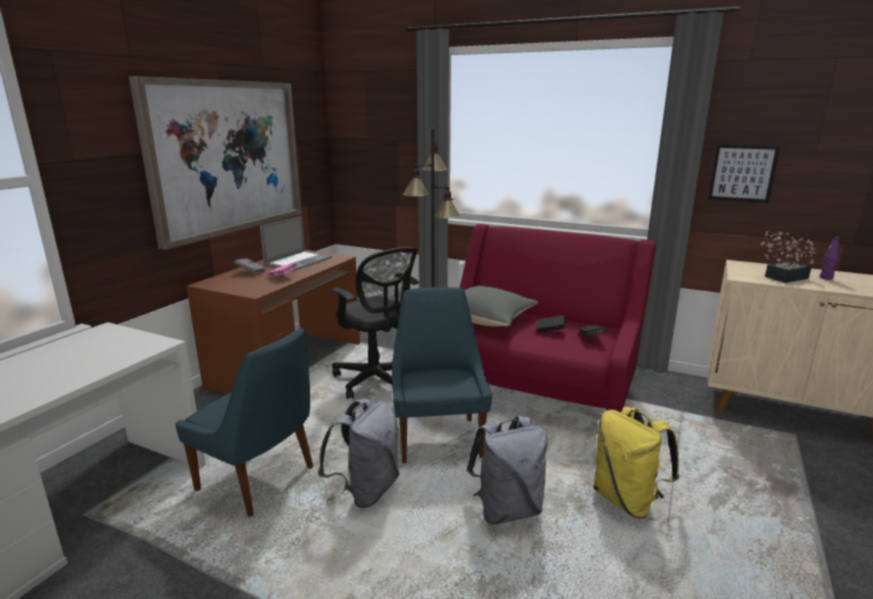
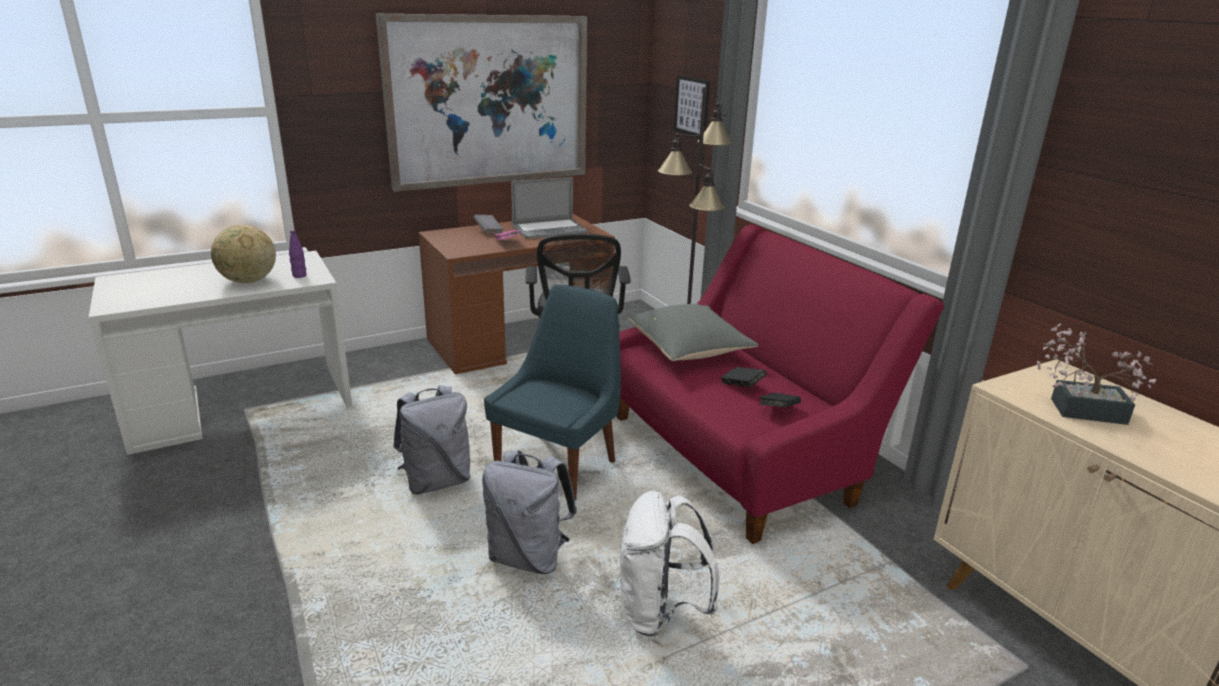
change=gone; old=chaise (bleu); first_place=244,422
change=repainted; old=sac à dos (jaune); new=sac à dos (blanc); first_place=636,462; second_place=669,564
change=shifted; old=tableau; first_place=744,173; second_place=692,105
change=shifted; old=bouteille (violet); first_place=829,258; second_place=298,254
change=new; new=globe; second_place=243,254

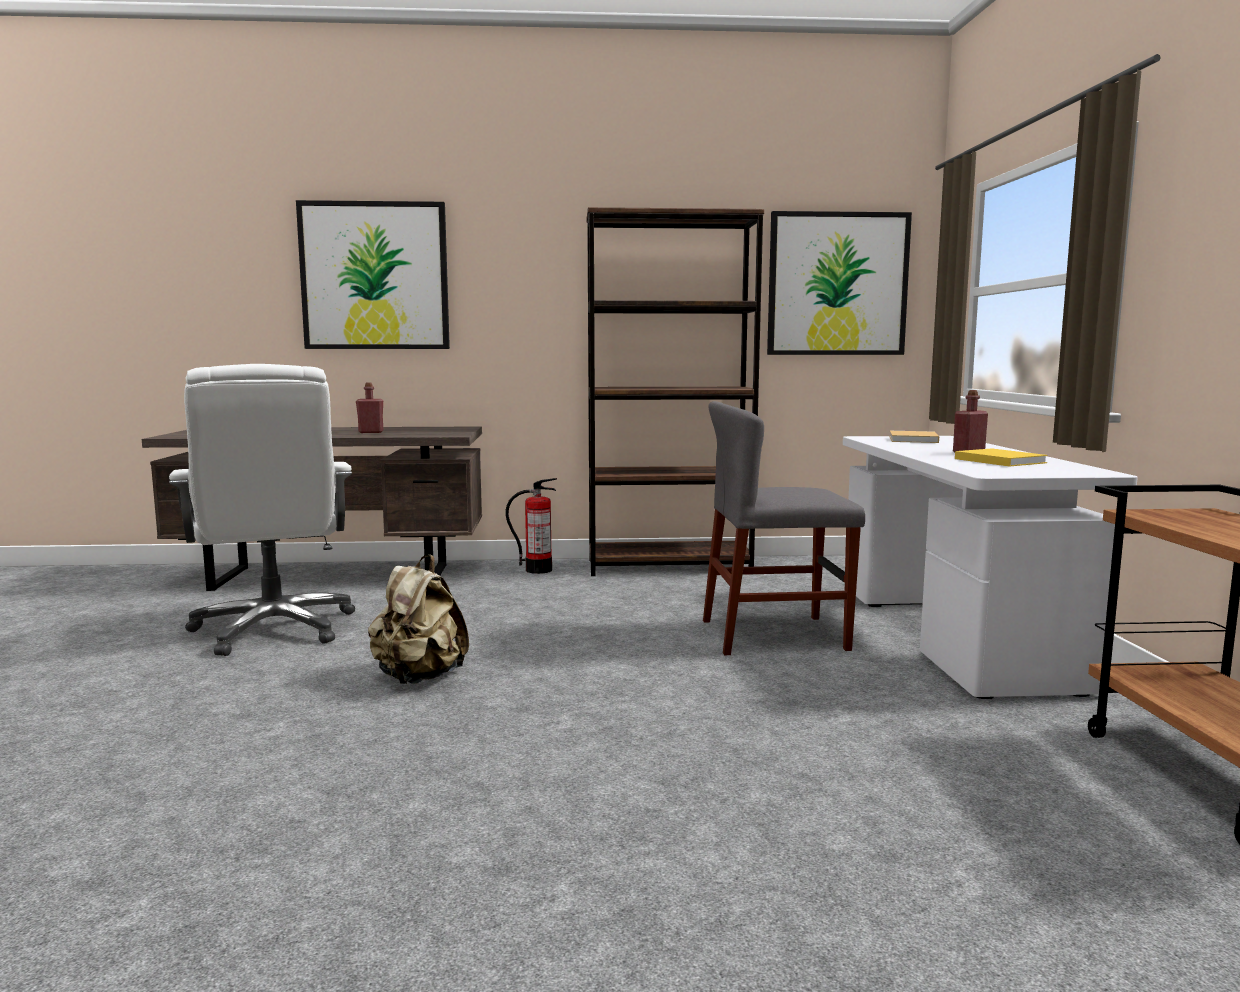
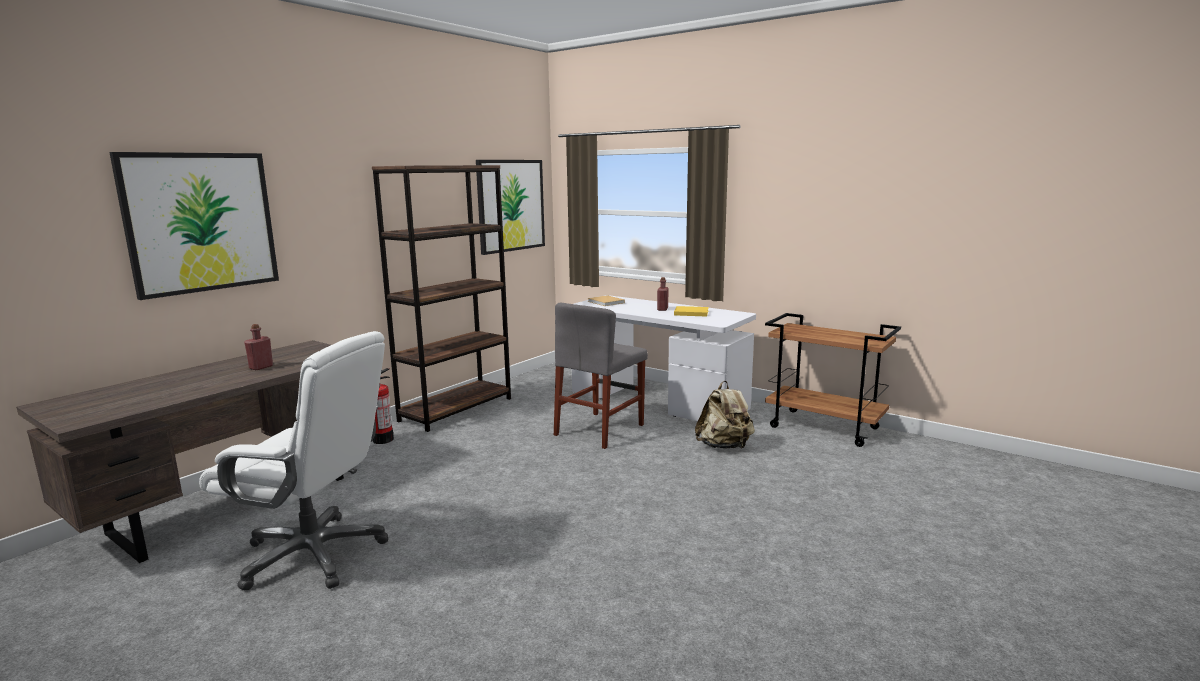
change=shifted; old=sac à dos (beige); first_place=418,619; second_place=725,415

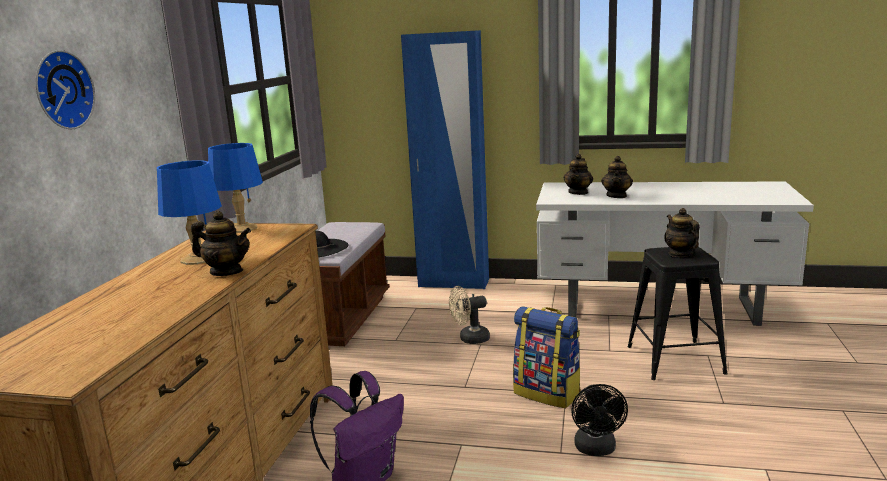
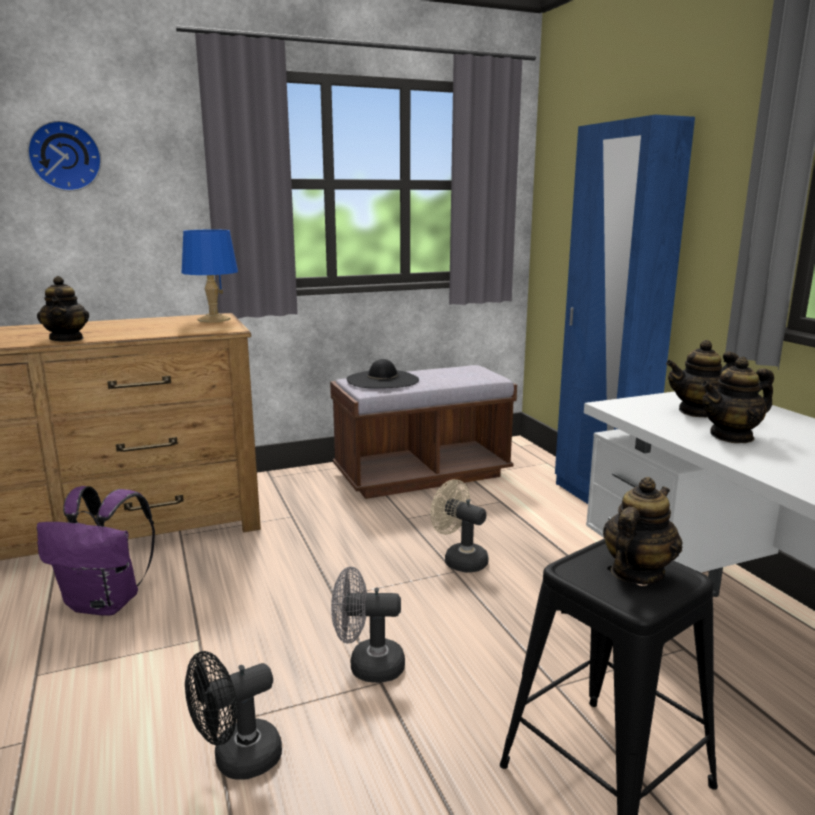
change=gone; old=lampe de table (bleu); first_place=189,212
change=swapped; old=sac à dos; new=ventilateur (gris); first_place=547,357; second_place=368,625

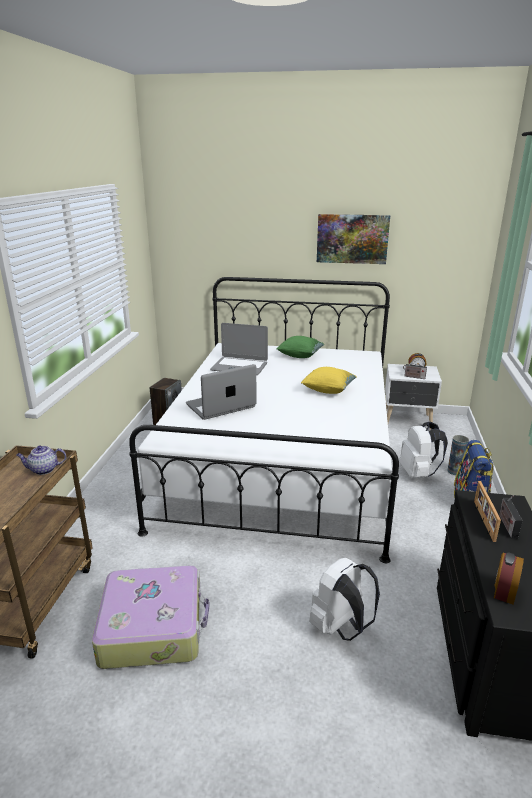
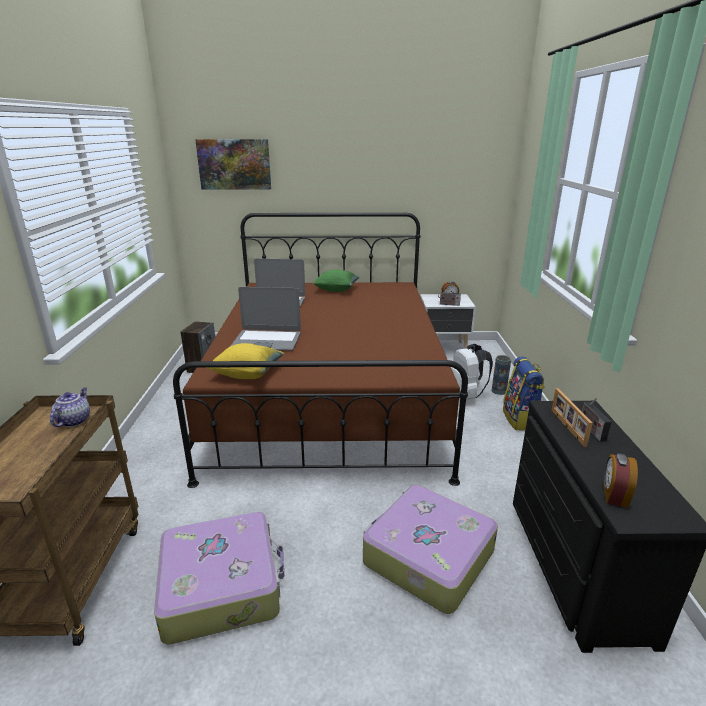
change=rotated; old=théière; first_place=41,460; second_place=70,407; degrees=120
change=repainted; old=lit (blanc); new=lit (marron); first_place=264,420; second_place=320,350
change=rotated; old=ordinateur portable; first_place=221,392; second_place=266,319; degrees=-135
change=shifted; old=coussin (jaune); first_place=329,380; second_place=246,361
change=swapped; old=sac à dos (blanc); new=valise; first_place=344,599; second_place=430,549
change=shifted; old=tableau; first_place=353,239; second_place=233,164

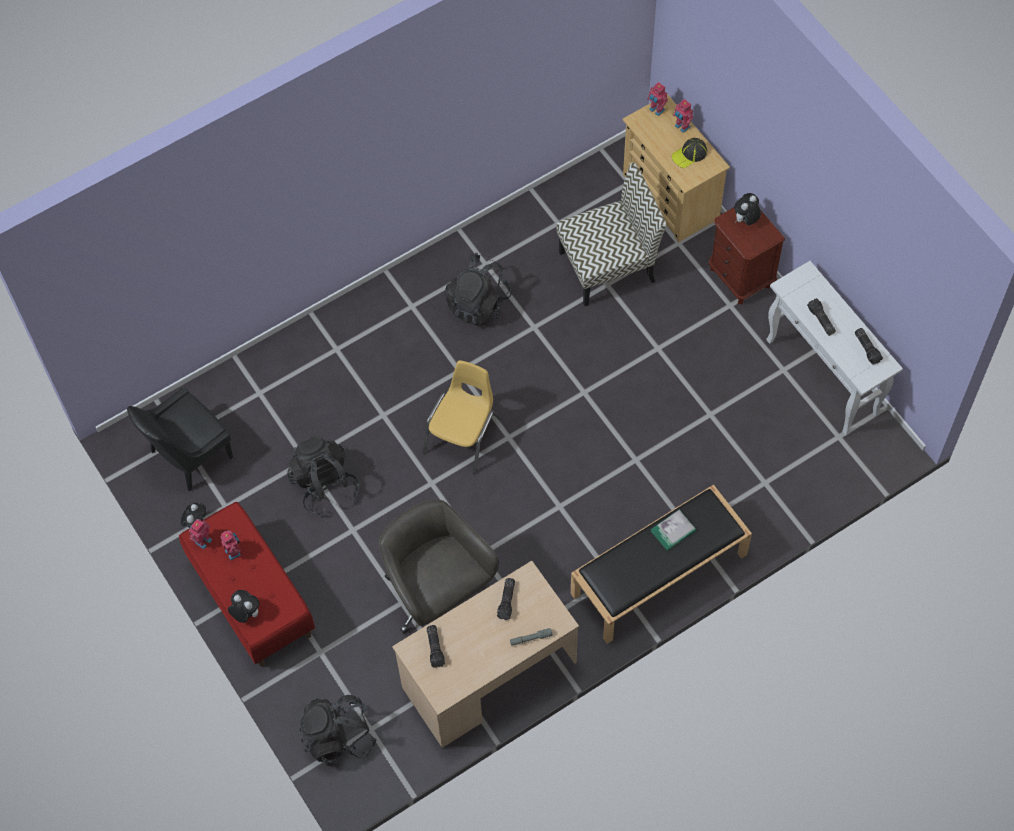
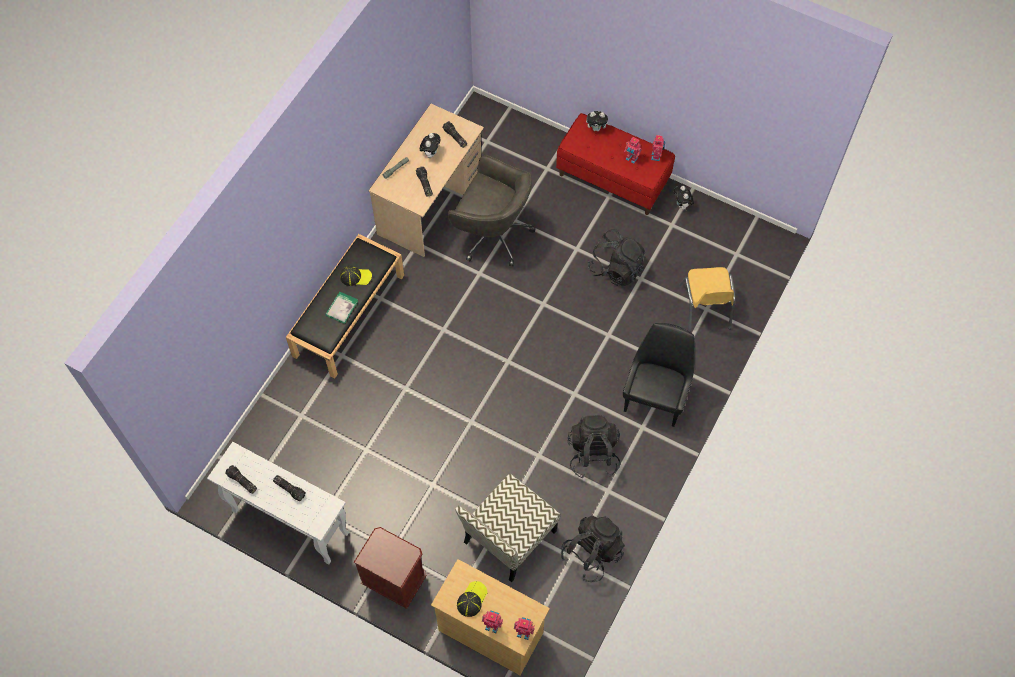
change=shifted; old=chaise (noir); first_place=180,439; second_place=659,375
change=shifted; old=sac à dos (noir); first_place=337,730; second_place=593,549
change=shifted; old=chaise (jaune); first_place=462,417; second_place=707,299
change=shifted; old=peluche; first_place=747,209; second_place=430,145
change=new; new=casquette; second_place=356,276

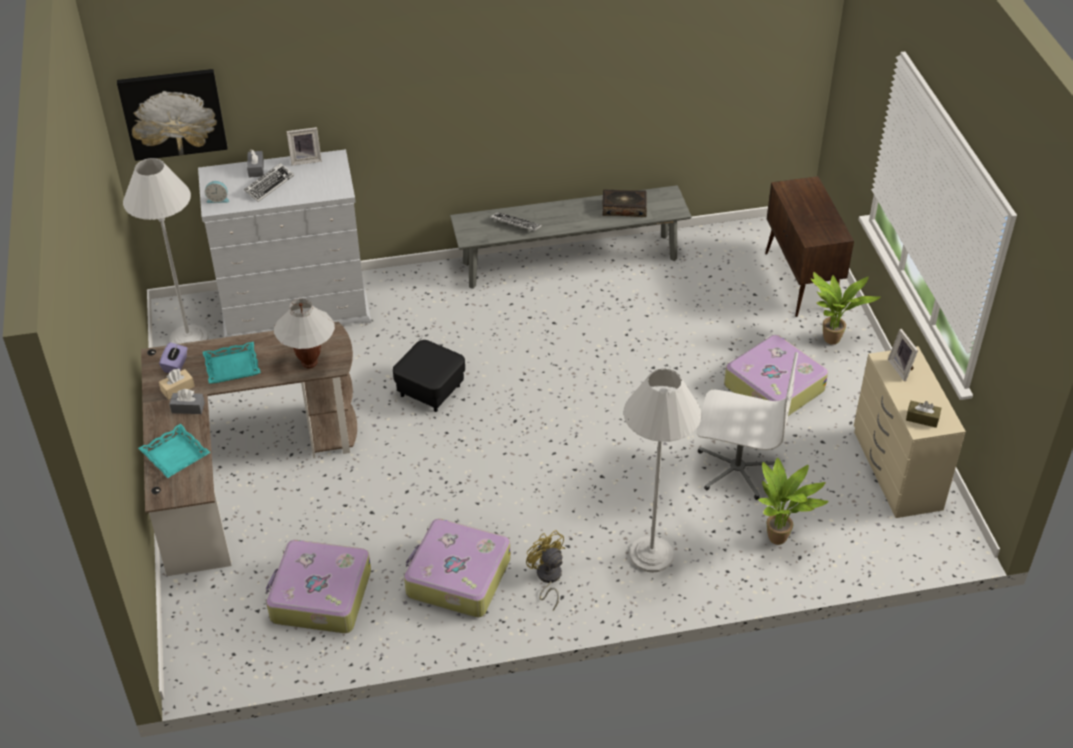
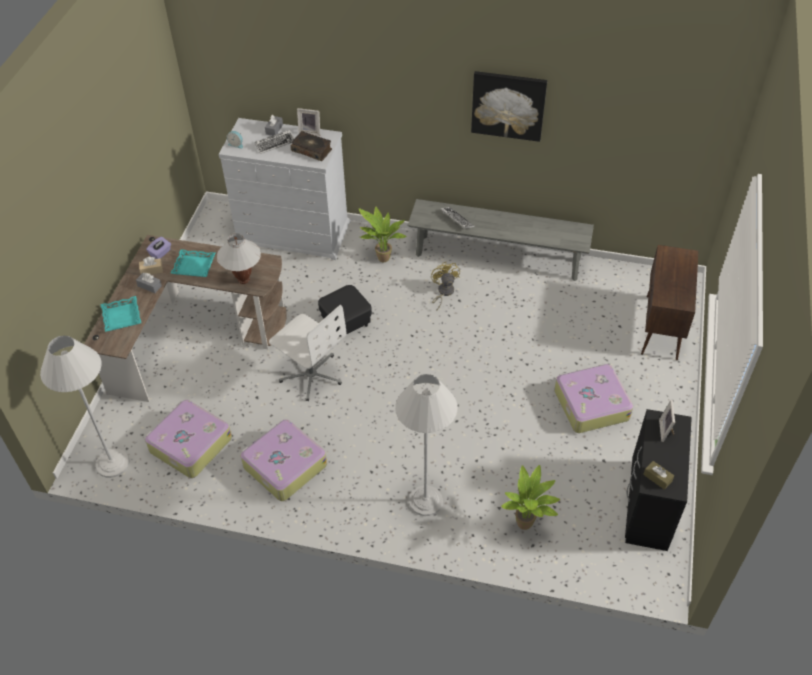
change=shifted; old=tableau; first_place=172,115; second_place=509,106
change=shifted; old=lampadaire (blanc); first_place=166,251; second_place=85,407
change=shifted; old=ventilateur (jaune); first_place=545,570; second_place=445,286
change=shifted; old=livre; first_place=625,203; second_place=311,146
change=shifted; old=chaise de bureau (blanc); first_place=747,426; second_place=308,353
change=shifted; old=plante en pot; first_place=846,308; second_place=383,234
change=repainted; old=commode (beige); new=commode (noir); first_place=910,432; second_place=658,480

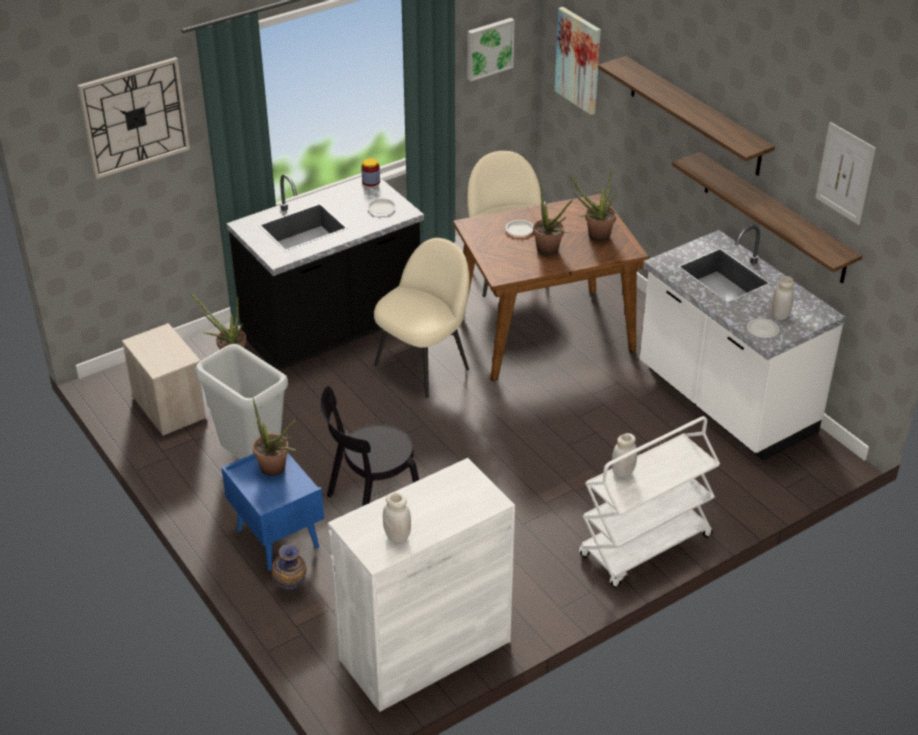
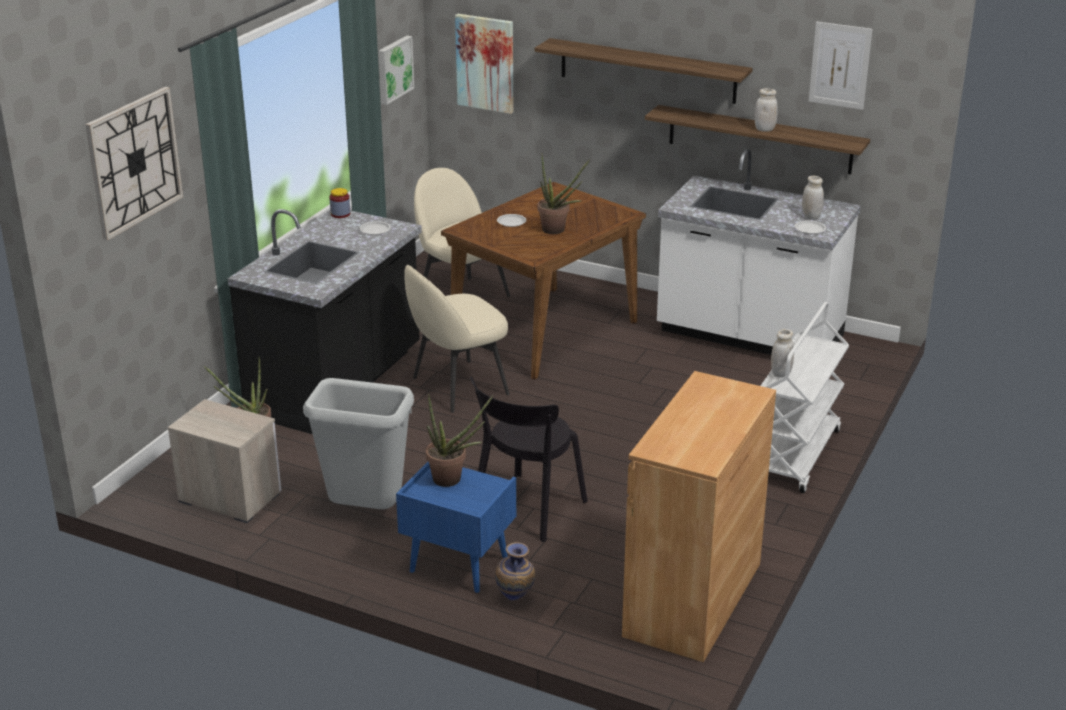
change=repainted; old=meuble de rangement (blanc); new=meuble de rangement (marron); first_place=421,585; second_place=699,516
change=rotated; old=chaise (beige); first_place=421,318; second_place=457,339; degrees=-135
change=shifted; old=bocal (blanc); first_place=397,517; second_place=766,110
change=gone; old=plante en pot; first_place=593,203

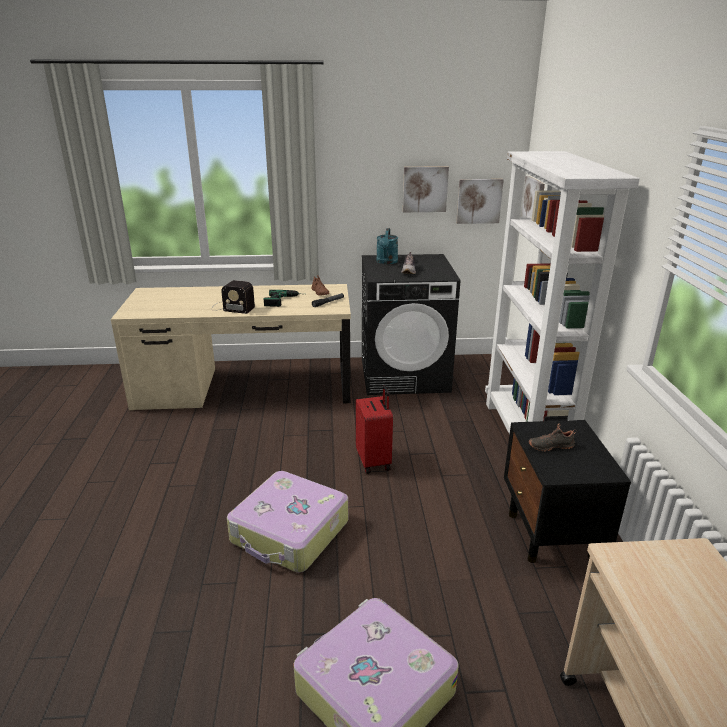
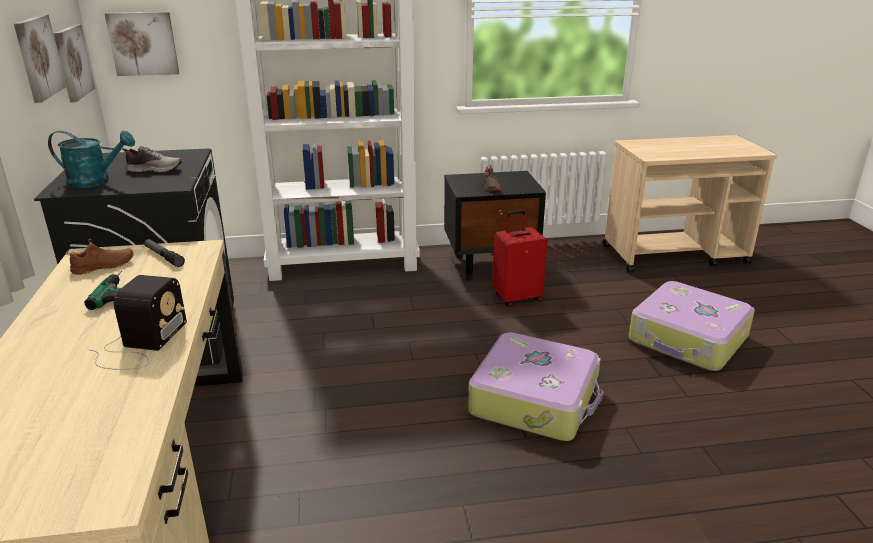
change=shifted; old=valise (rouge); first_place=374,429; second_place=520,258

